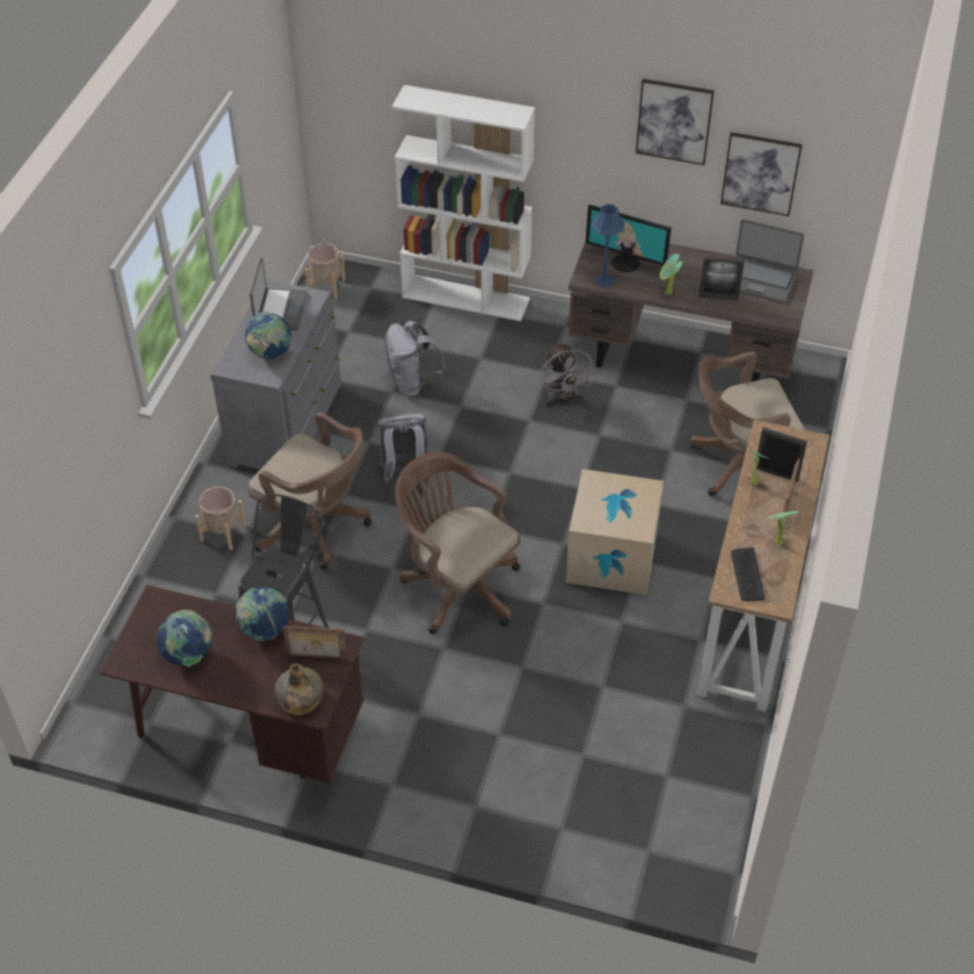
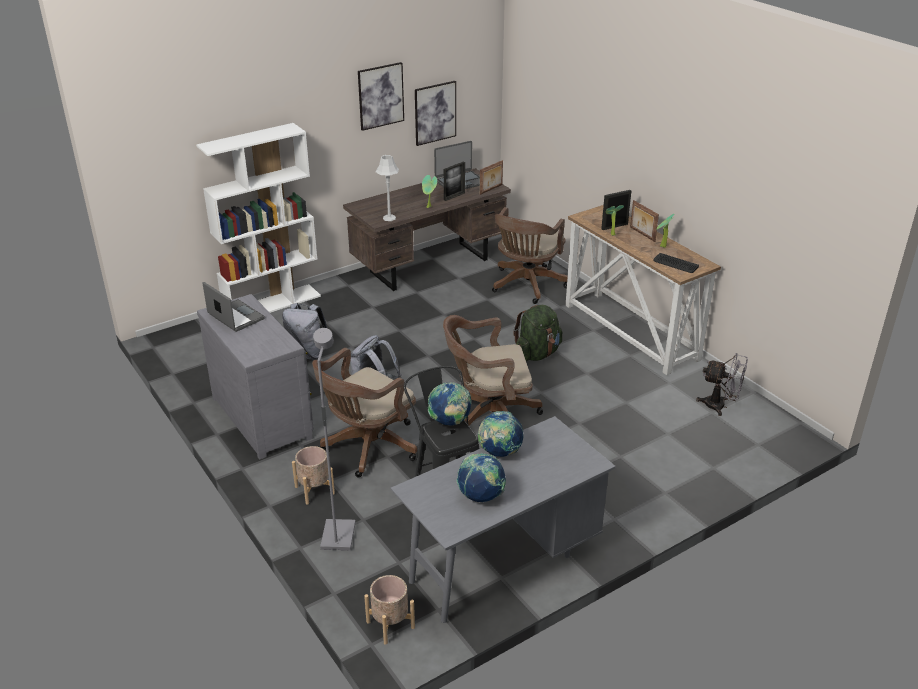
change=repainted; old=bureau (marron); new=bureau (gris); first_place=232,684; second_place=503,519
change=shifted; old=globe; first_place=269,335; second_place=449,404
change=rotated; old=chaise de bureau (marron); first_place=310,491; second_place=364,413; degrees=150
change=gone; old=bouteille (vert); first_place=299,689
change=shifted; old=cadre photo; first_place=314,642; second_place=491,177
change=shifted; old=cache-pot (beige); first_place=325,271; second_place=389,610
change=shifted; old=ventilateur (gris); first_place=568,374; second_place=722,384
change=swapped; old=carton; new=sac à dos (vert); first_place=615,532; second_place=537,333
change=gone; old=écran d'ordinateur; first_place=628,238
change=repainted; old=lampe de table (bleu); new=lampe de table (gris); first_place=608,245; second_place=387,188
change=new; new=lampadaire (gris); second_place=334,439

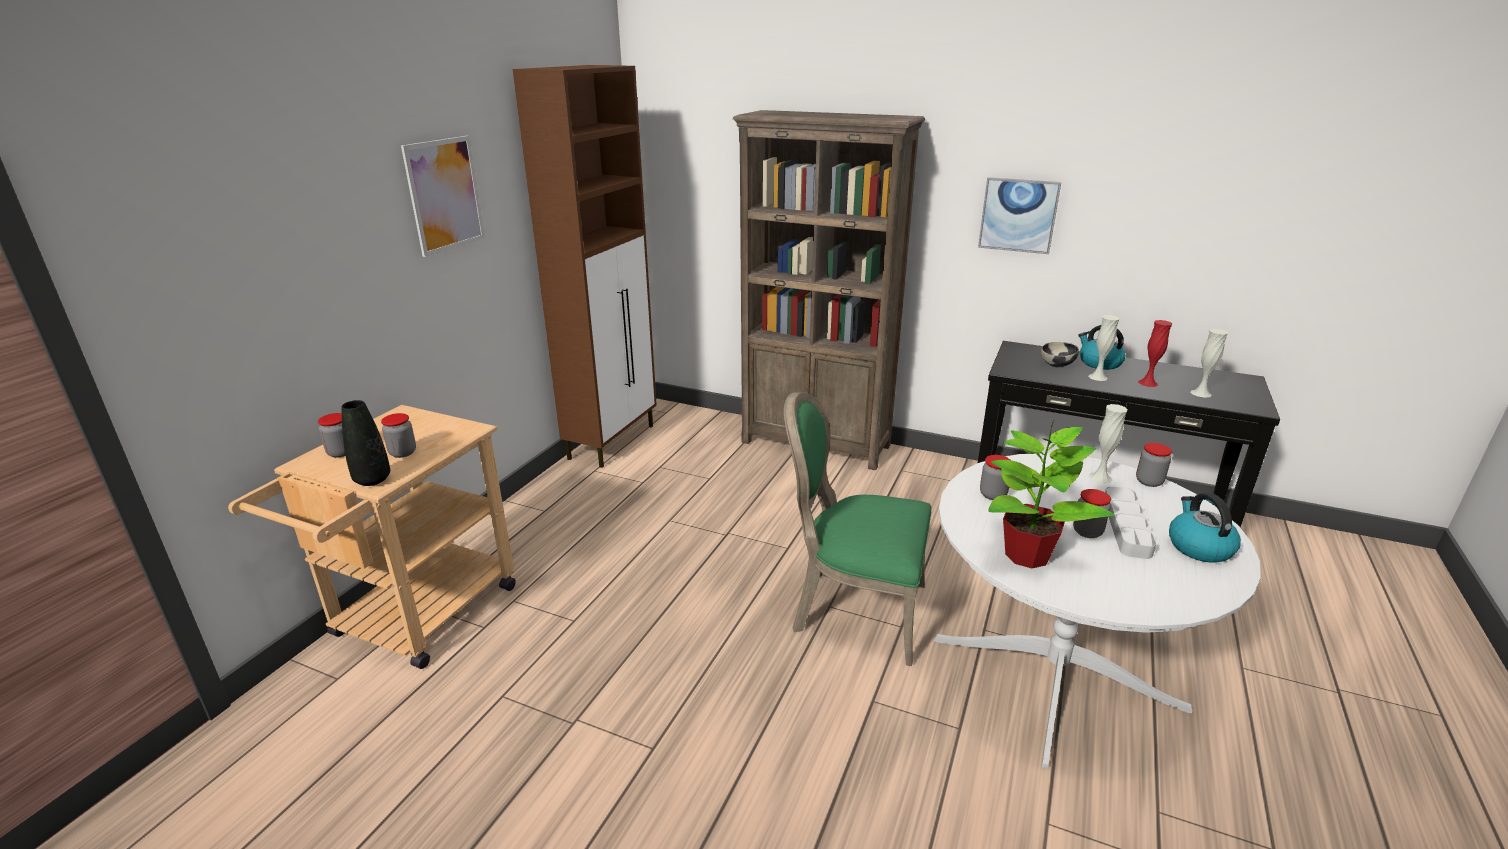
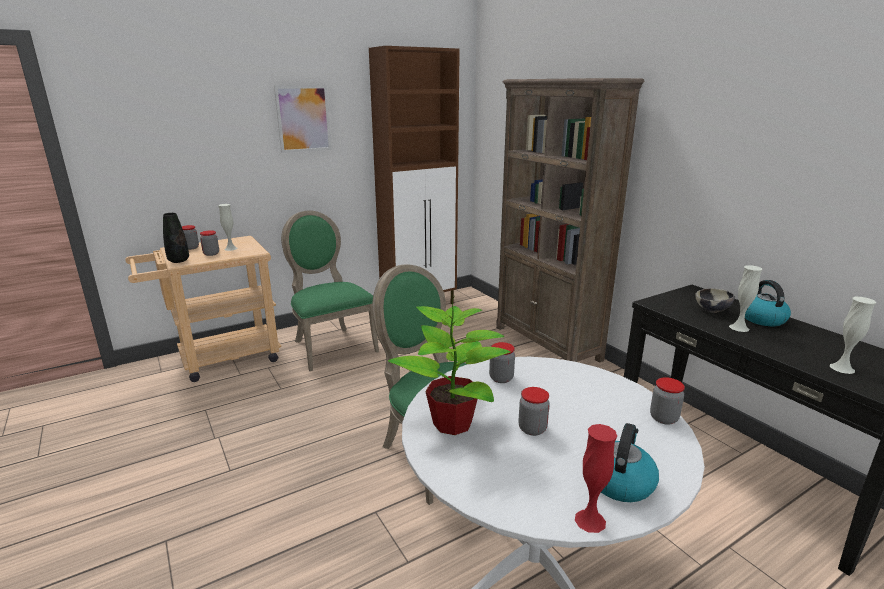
change=gone; old=tableau; first_place=1019,215
change=shifted; old=vase (blanc); first_place=1107,444; second_place=228,227
change=gone; old=plateau (gris); first_place=1130,522
change=shifted; old=vase (rouge); first_place=1155,353; second_place=596,478
change=new; new=chaise (vert); second_place=330,290

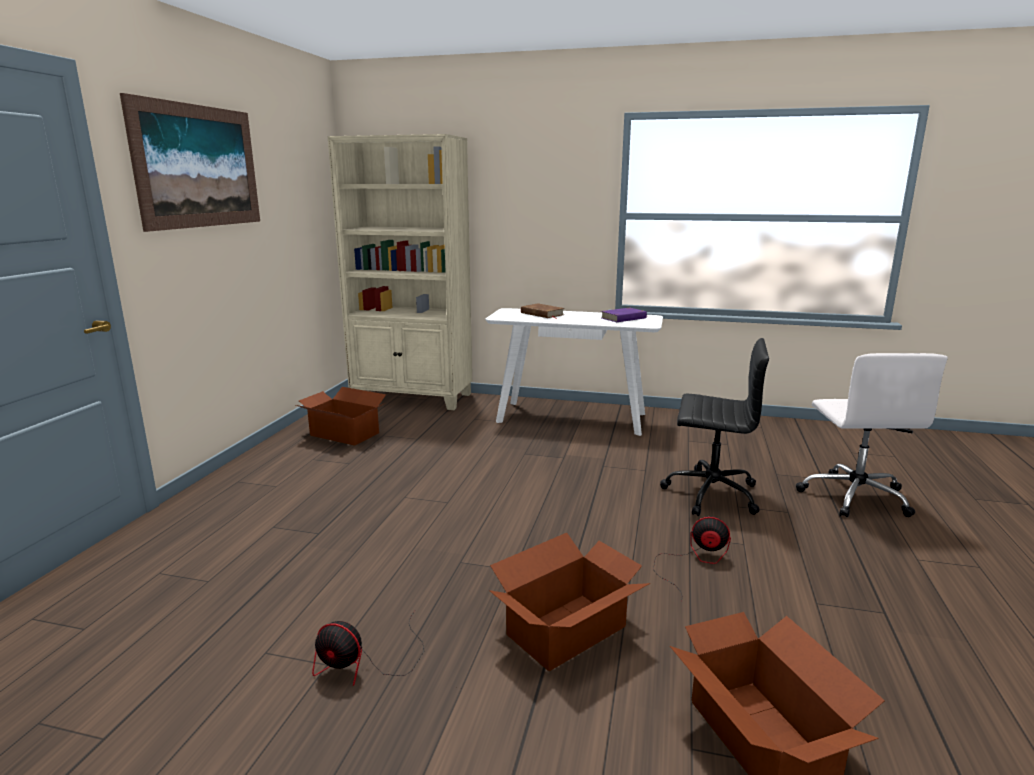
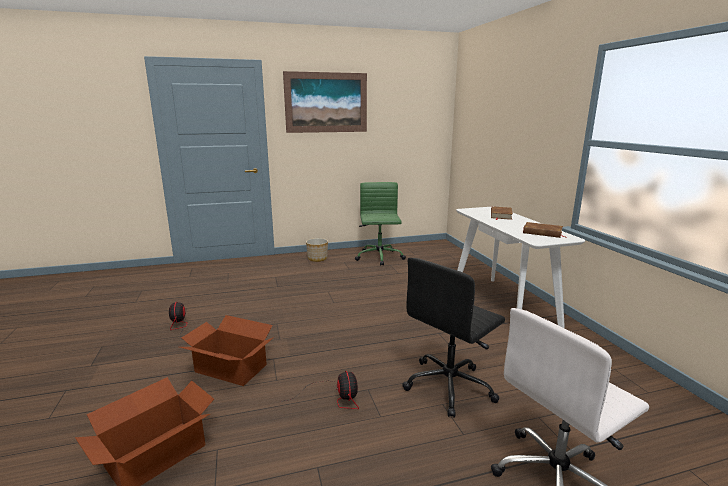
change=swapped; old=carton; new=chaise de bureau (vert); first_place=341,416; second_place=380,223
change=gone; old=bibliothèque (beige); first_place=400,272
change=repainted; old=livre (violet); new=livre (marron); first_place=624,315; second_place=545,230
change=rotated; old=chaise de bureau (noir); first_place=714,427; second_place=453,338; degrees=60
change=new; new=cache-pot; second_place=317,250

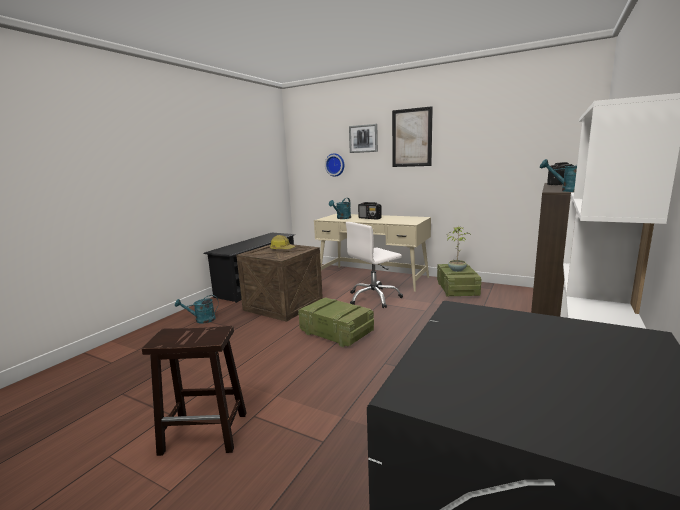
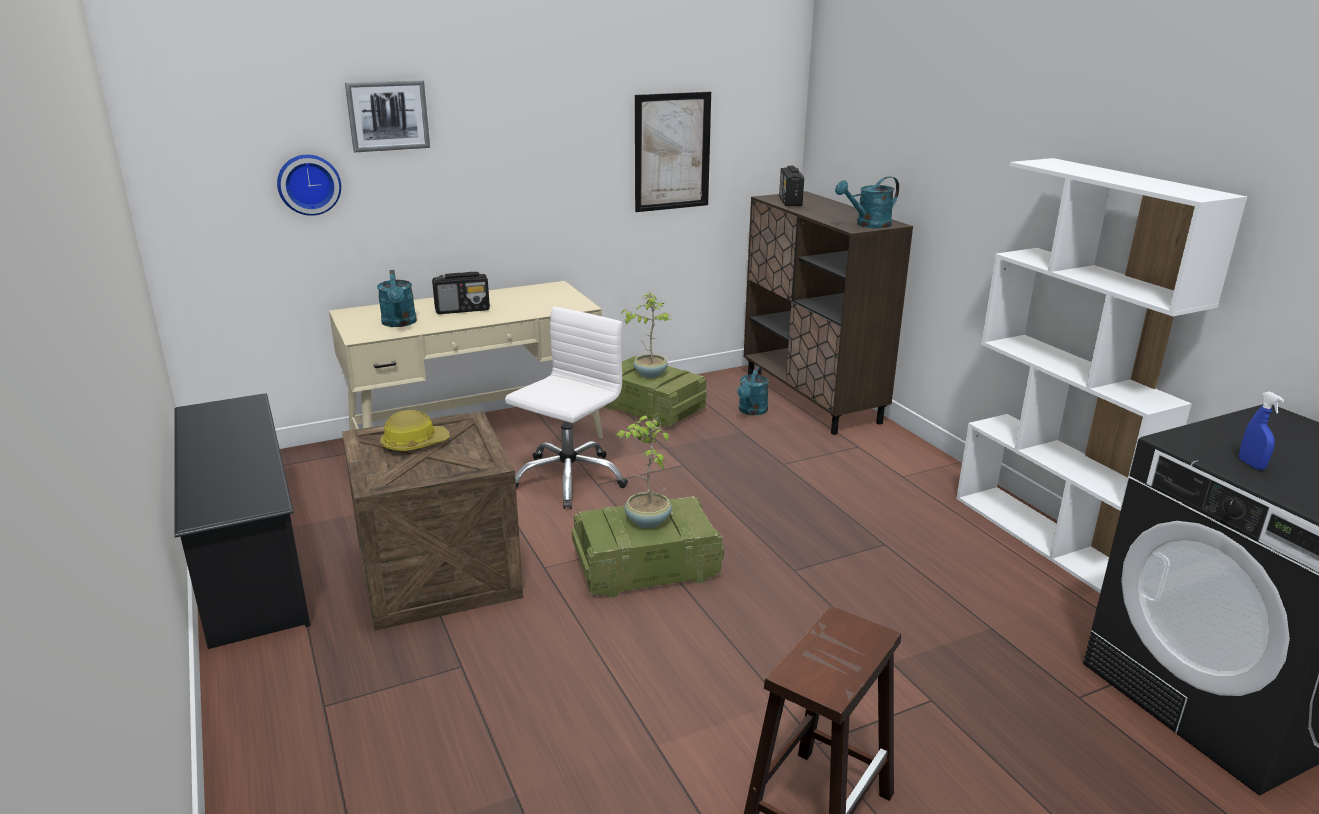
change=shifted; old=arrosoir (turquoise); first_place=197,309; second_place=753,390
change=rotated; old=chaise de bureau (blanc); first_place=374,265; second_place=566,408; degrees=-150
change=shifted; old=tableau; first_place=412,136; second_place=673,152
change=new; new=plante en pot; second_place=643,470
change=new; new=vaporisateur (bleu); second_place=1261,431

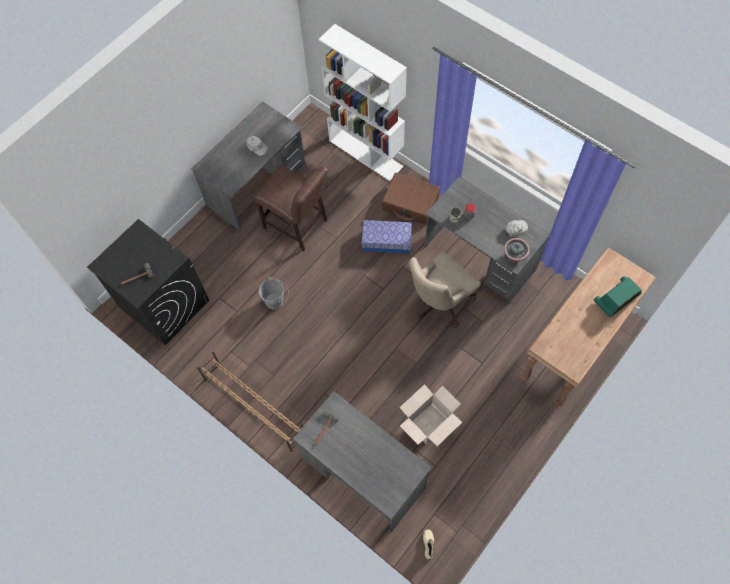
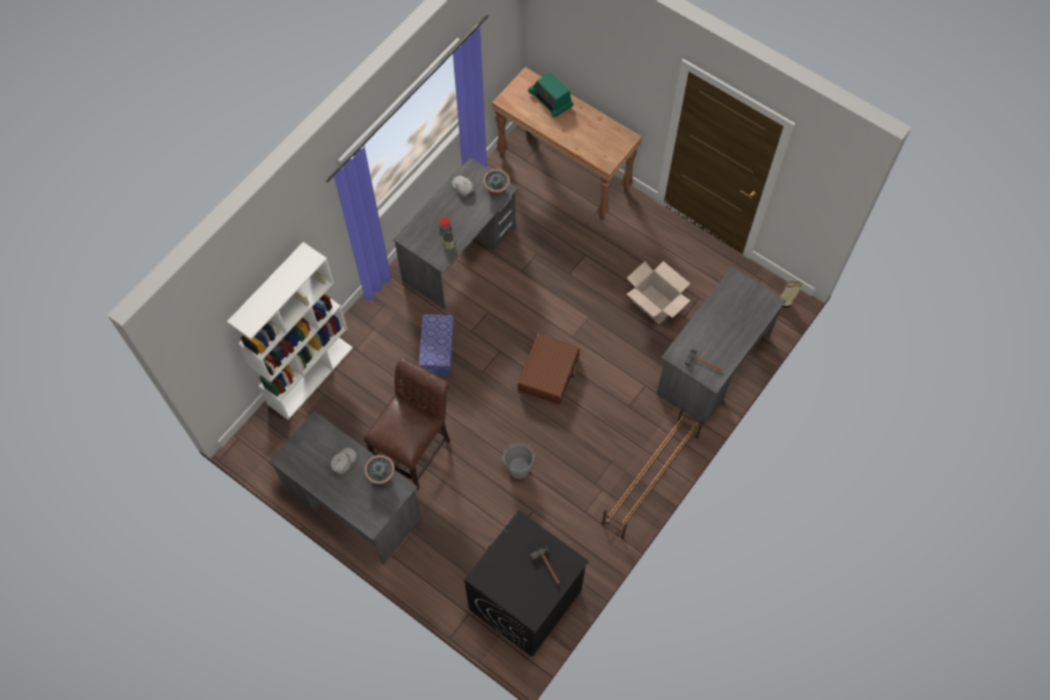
change=shifted; old=valise (marron); first_place=411,199; second_place=549,369
change=gone; old=chaise de bureau (beige); first_place=445,289
change=new; new=plante en pot; second_place=379,469

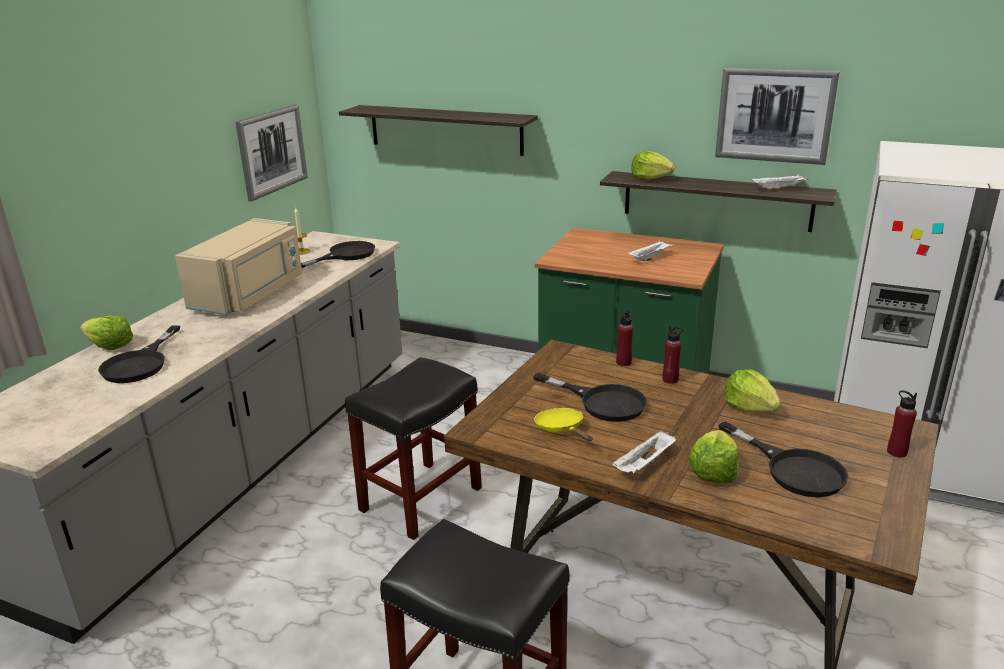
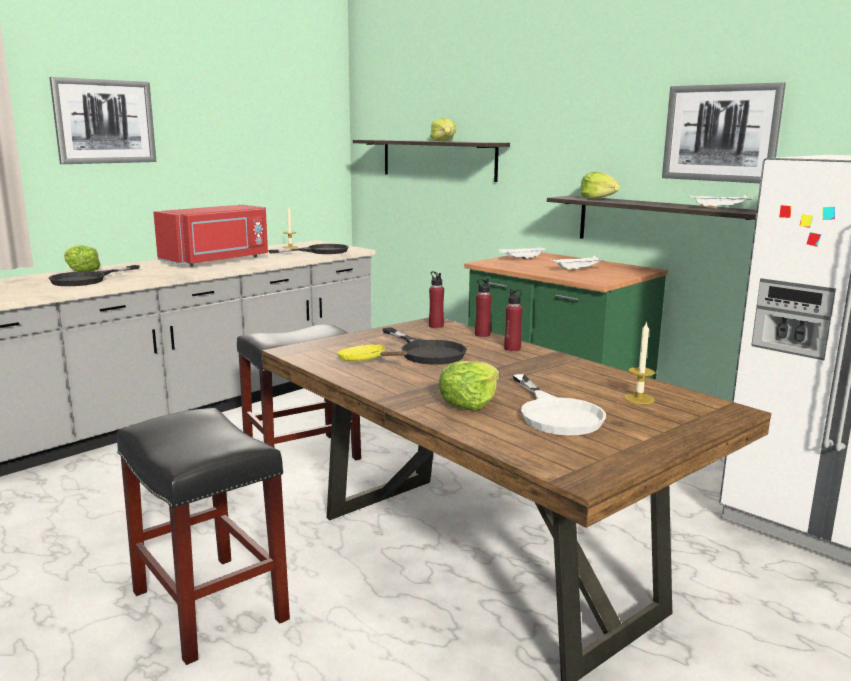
change=repainted; old=micro-ondes (beige); new=micro-ondes (rouge); first_place=238,266; second_place=210,236
change=shifted; old=tableau; first_place=272,153; second_place=102,120
change=rotated; old=poêle (jaune); first_place=563,425; second_place=372,352; degrees=-45
change=shifted; old=plateau (blanc); first_place=644,452; second_place=522,253
change=repainted; old=poêle (noir); new=poêle (blanc); first_place=783,459; second_place=559,404
change=shifted; old=laitue; first_place=752,390; second_place=443,129
change=shifted; old=bouteille (rouge); first_place=902,424; second_place=436,299
change=new; new=bougie; second_place=639,362

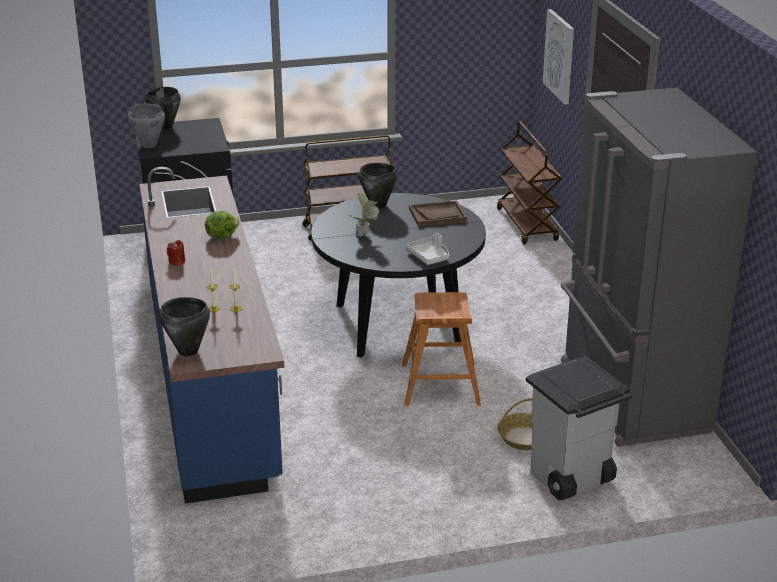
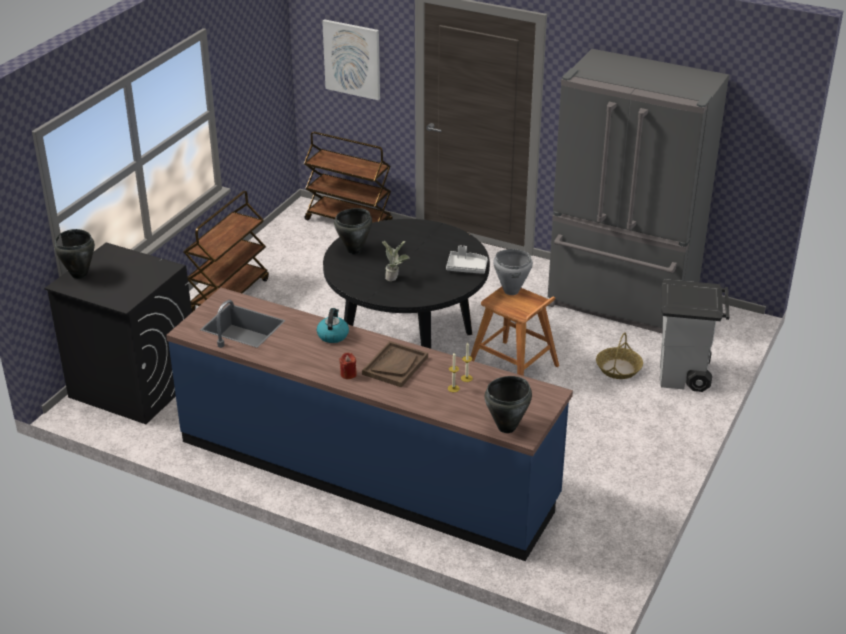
change=shifted; old=marmite (gris); first_place=146,125; second_place=513,272
change=swapped; old=laitue; new=bouilloire; first_place=222,225; second_place=333,325
change=shifted; old=plateau (marron); first_place=438,213; second_place=395,364

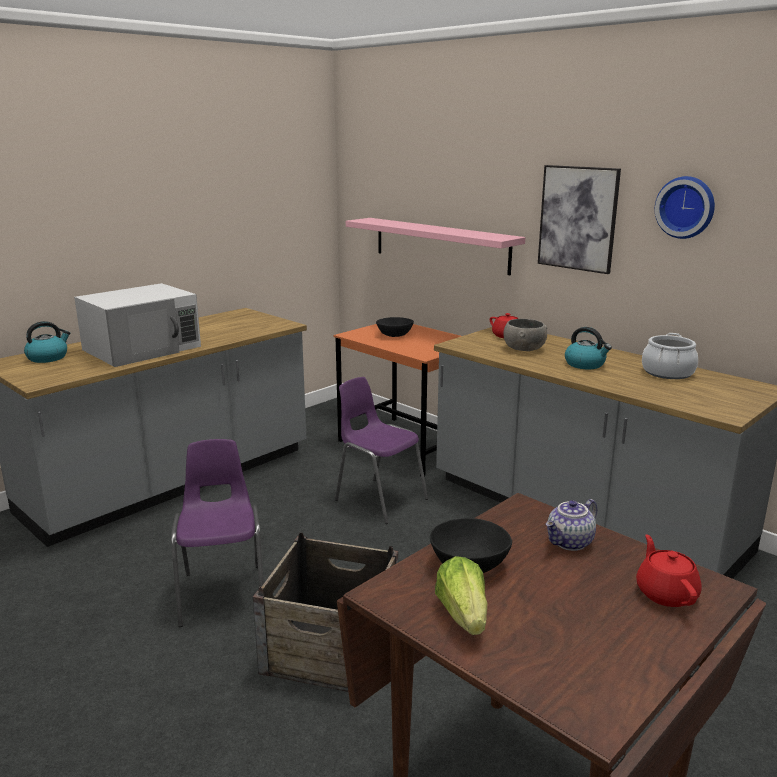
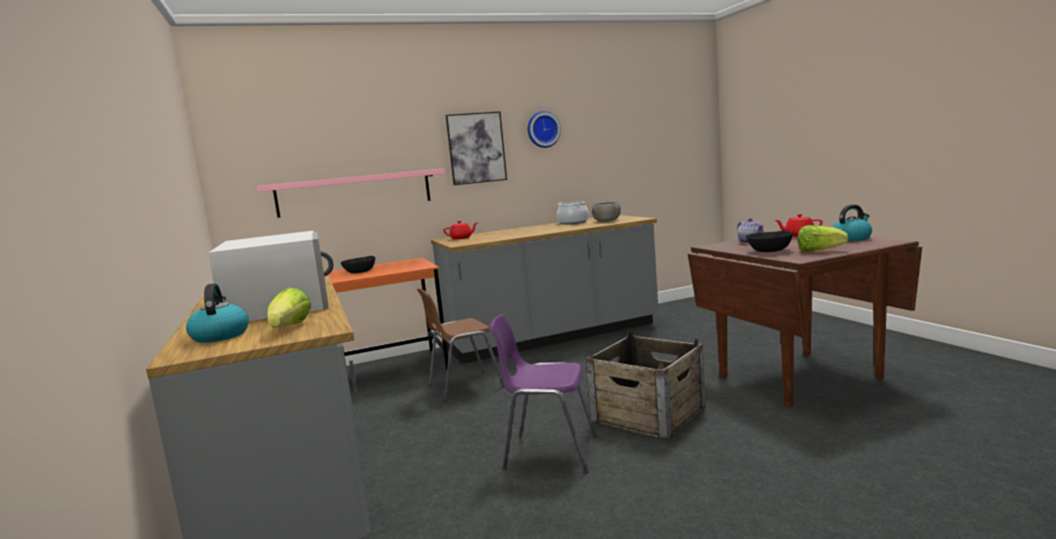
change=repainted; old=chaise (violet); new=chaise (marron); first_place=381,450; second_place=460,344
change=shifted; old=bol (gris); first_place=525,335; second_place=606,212
change=shifted; old=bouilloire; first_place=588,348; second_place=852,223
change=new; new=laitue; second_place=289,308

